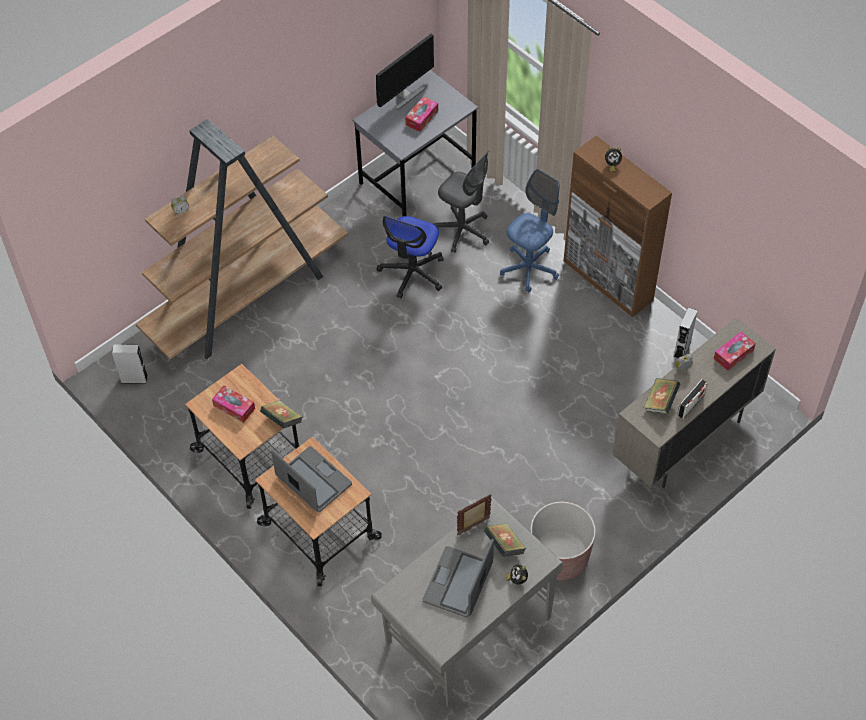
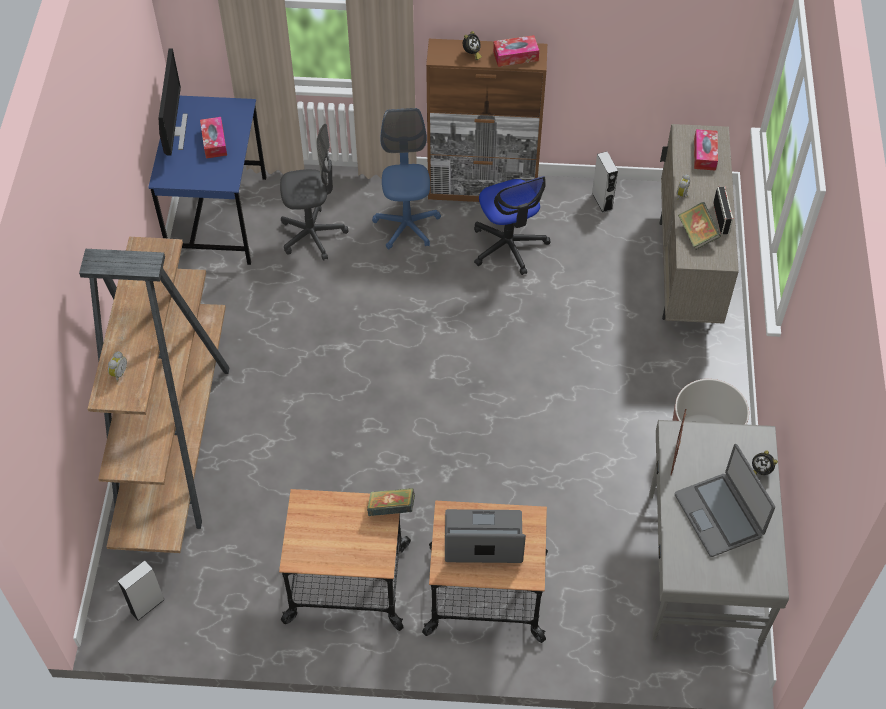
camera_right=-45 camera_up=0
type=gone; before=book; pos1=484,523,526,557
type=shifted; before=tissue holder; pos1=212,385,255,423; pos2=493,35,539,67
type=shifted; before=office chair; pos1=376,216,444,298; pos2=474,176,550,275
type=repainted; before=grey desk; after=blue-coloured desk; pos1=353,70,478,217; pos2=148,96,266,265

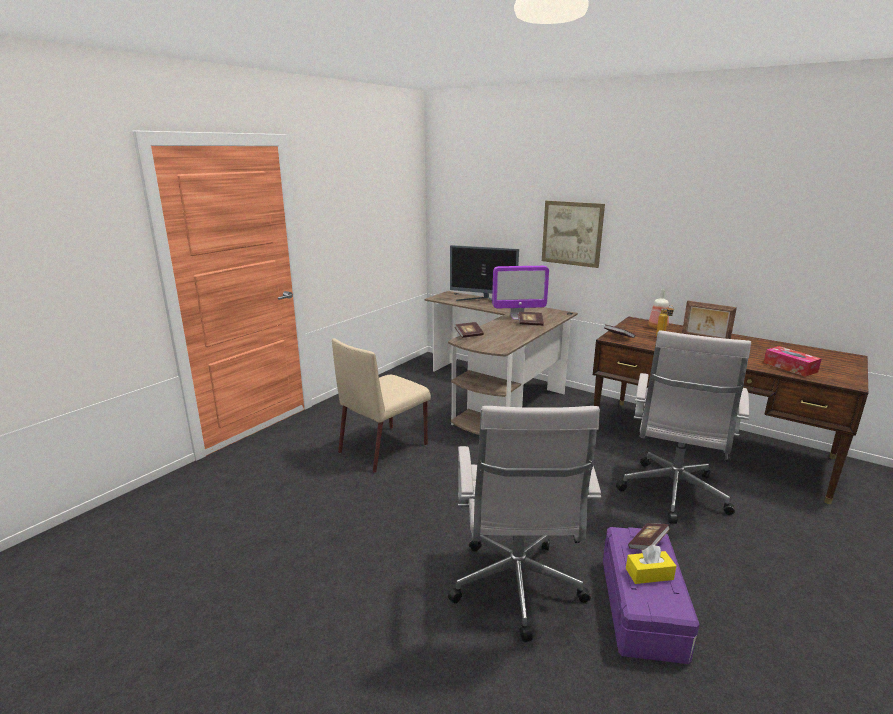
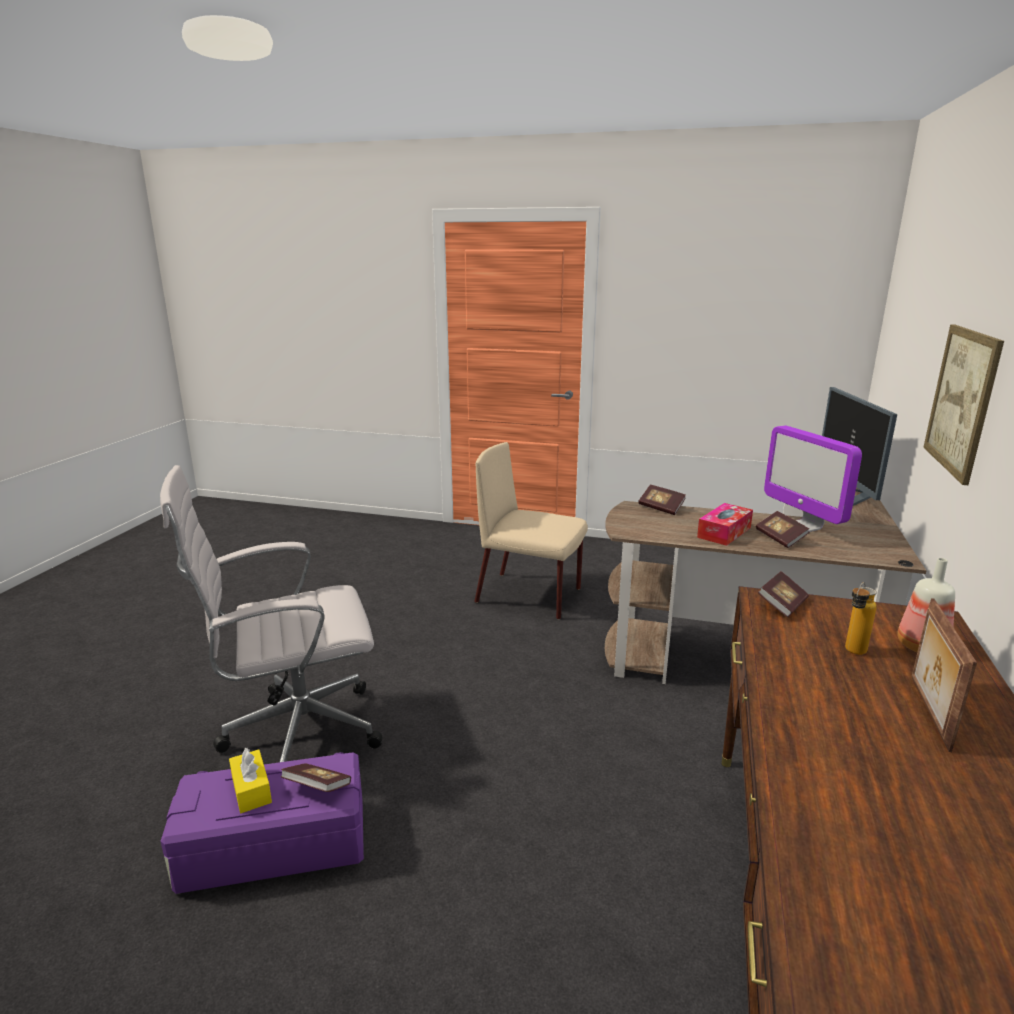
camera_right=70 camera_up=0
type=gone; before=white-coloured office chair; pos1=616,330,751,524
type=shifted; before=tissue holder; pos1=763,346,822,377; pos2=697,503,753,546

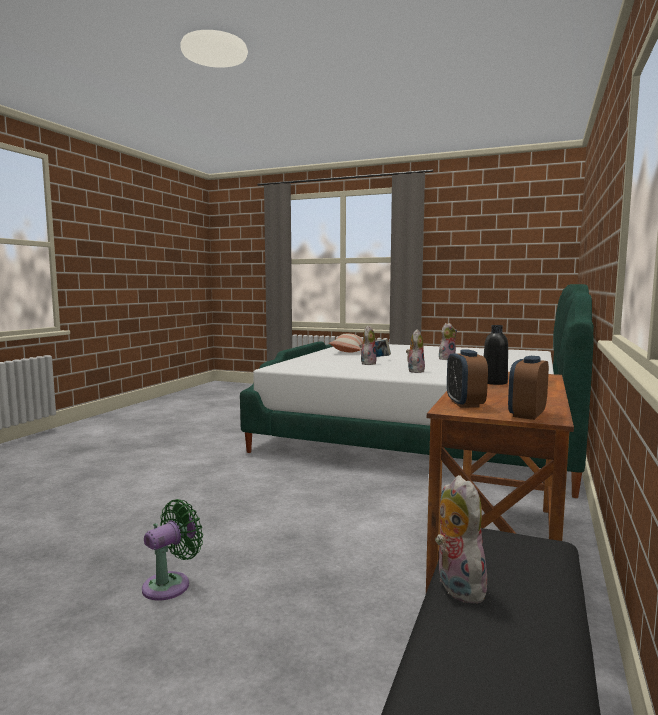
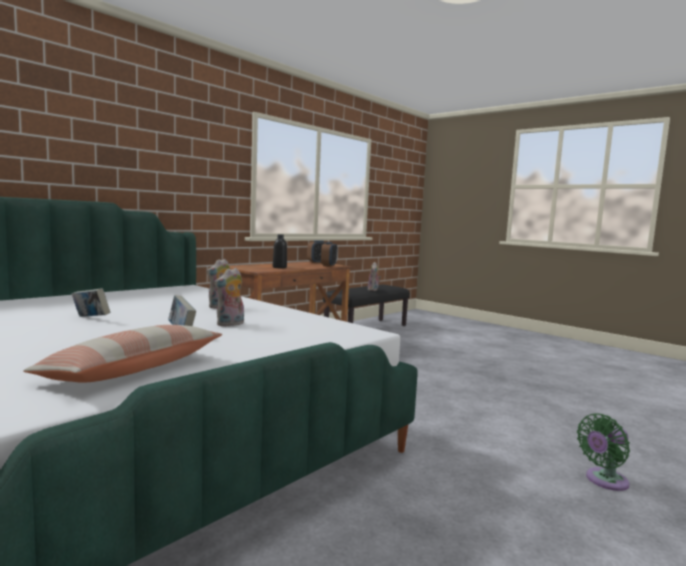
camera_right=-160 camera_up=0
type=shifted; before=green-coloured cooling fan; pos1=142,499,203,601; pos2=577,413,630,491
type=swapped; before=plush toy; after=book; pos1=439,323,457,360; pos2=72,288,110,317

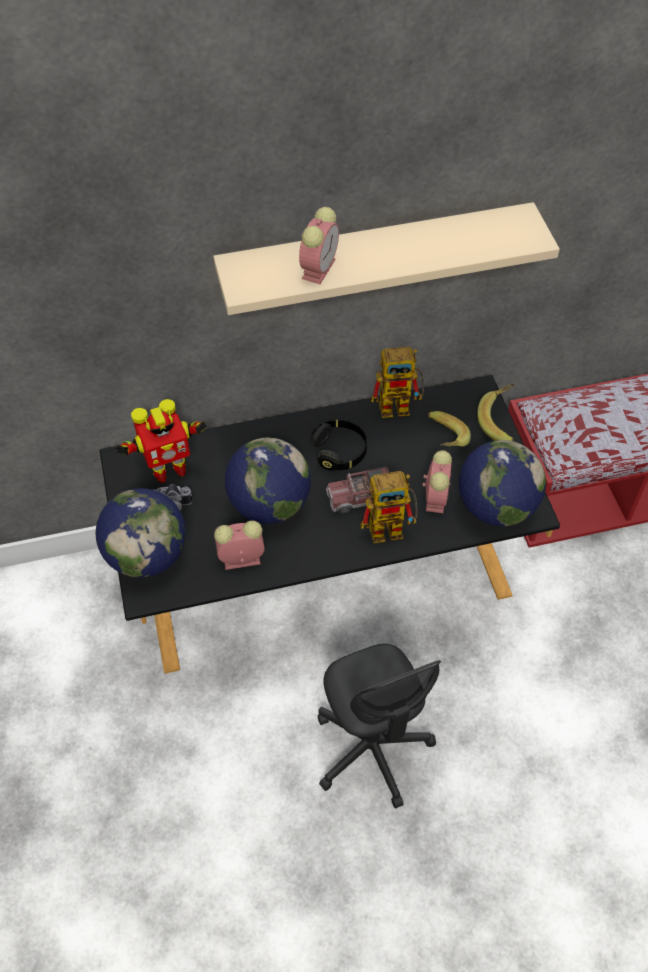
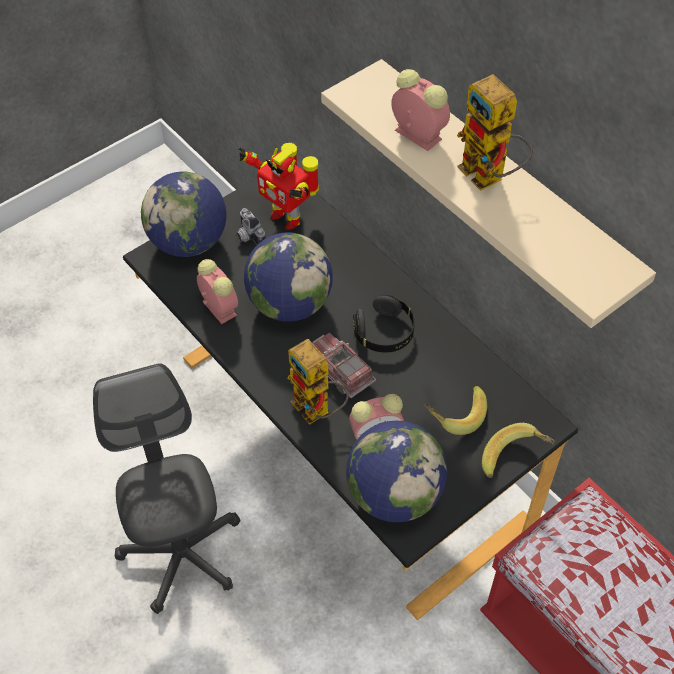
camera_right=65 camera_up=0
type=shifted; before=toy robot; pos1=371,347,424,418; pos2=457,74,533,191
type=rotated; before=alarm clock; pos1=299,207,339,284; pos2=391,69,450,151; turn=-135
type=rotated; before=grey office chair; pos1=318,644,441,809; pos2=93,363,240,614; turn=120

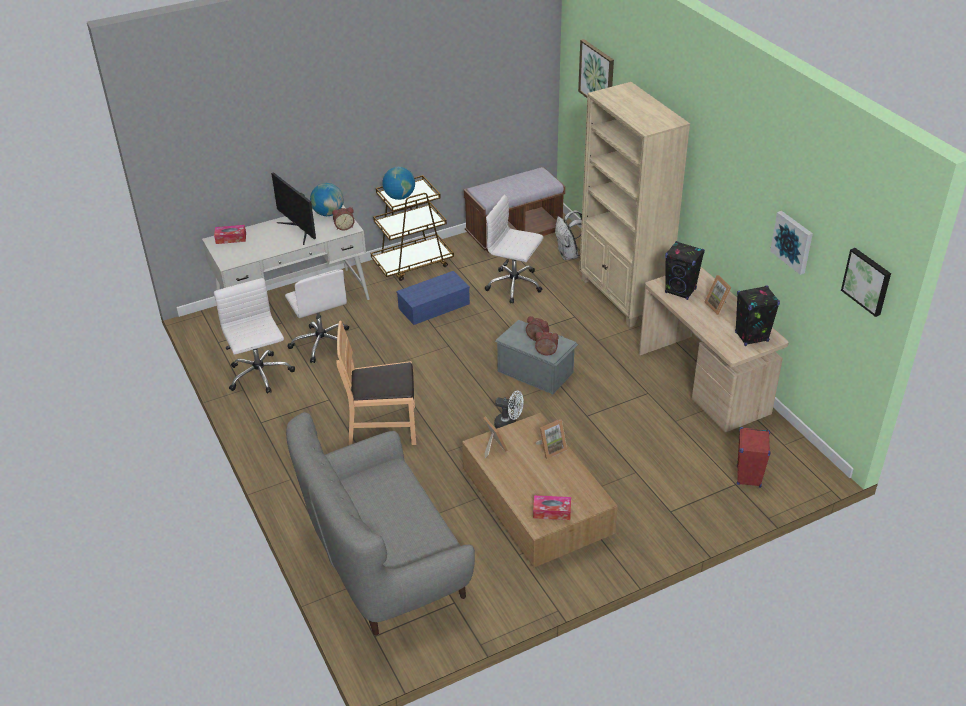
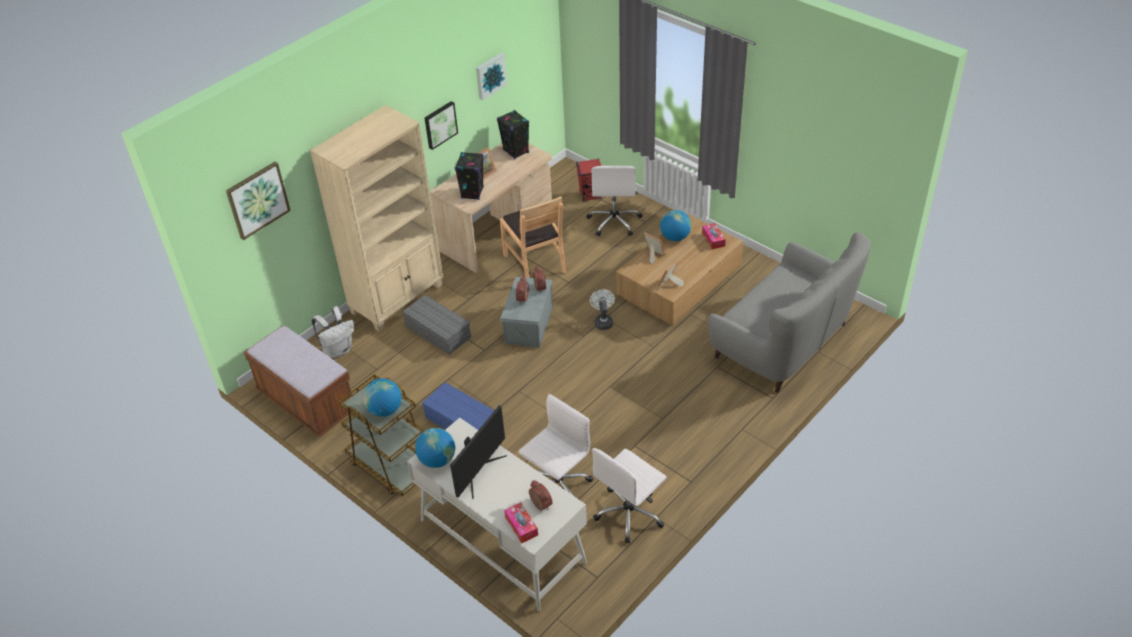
camera_right=-110 camera_up=5
type=new; after=grey storage bin; pos2=402,295,471,355
type=new; after=desk globe; pos2=660,210,691,241
type=shifted; before=alarm clock; pos1=332,207,355,230; pos2=529,480,553,511
type=shifted; before=brownish chair; pos1=337,320,416,445; pos2=500,196,566,278
type=shifted; before=white-coloured office chair; pos1=485,195,543,304; pos2=586,166,642,236
type=shifted; before=wall art; pos1=841,248,891,317; pos2=425,101,458,150

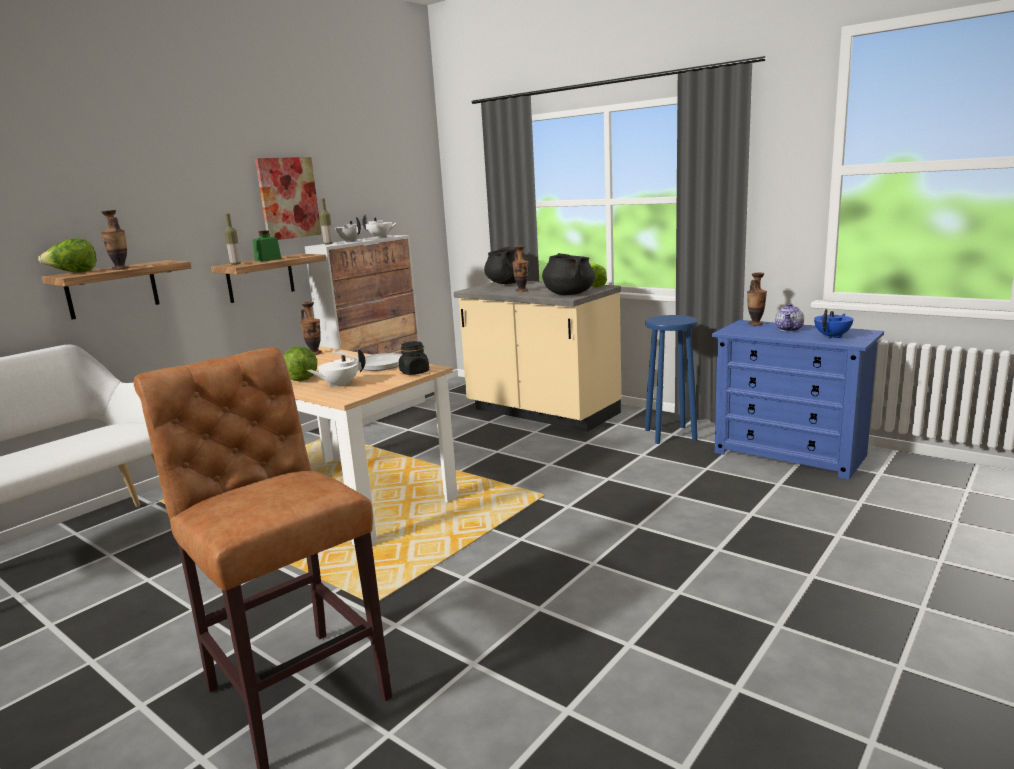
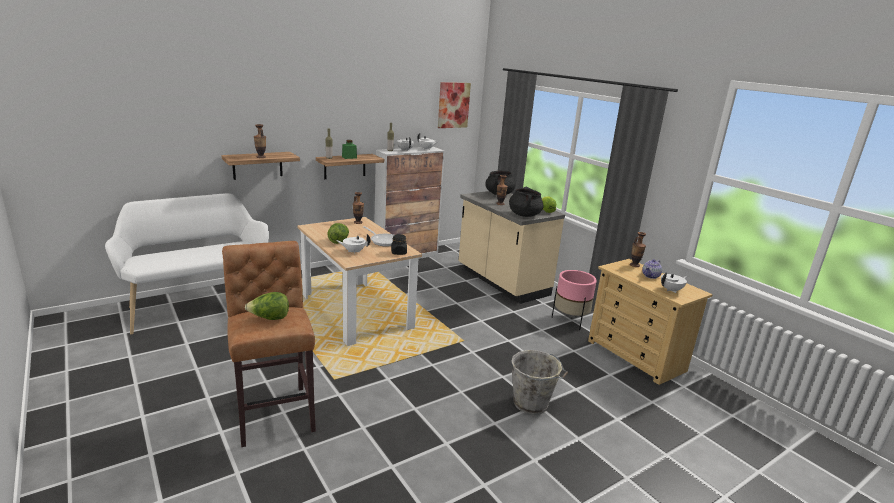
camera_right=15 camera_up=5
type=new; after=grey bucket; pos2=511,350,568,415
type=shifted; before=head of lettuce; pos1=38,238,97,273; pos2=245,292,289,320
type=shifted; before=wall art; pos1=255,157,321,240; pos2=438,82,471,128
type=swapped; before=blue-coloured stool; after=pink flower pot; pos1=645,315,698,444; pos2=552,270,597,330
type=repainted; before=blue-coloured chest of drawers; after=sand-coloured chest of drawers; pos1=712,320,884,480; pos2=588,259,713,385
type=repainted; before=blue-coloured tea pot; after=white-coloured tea pot; pos1=814,309,853,339; pos2=661,272,687,293

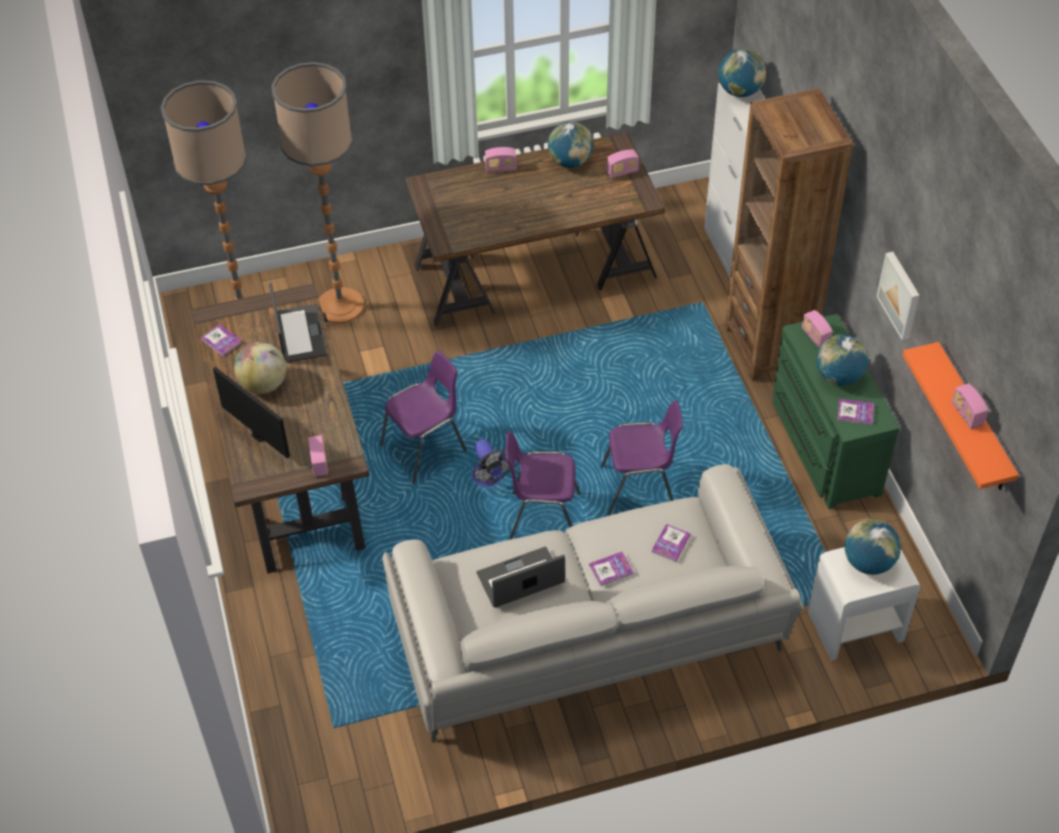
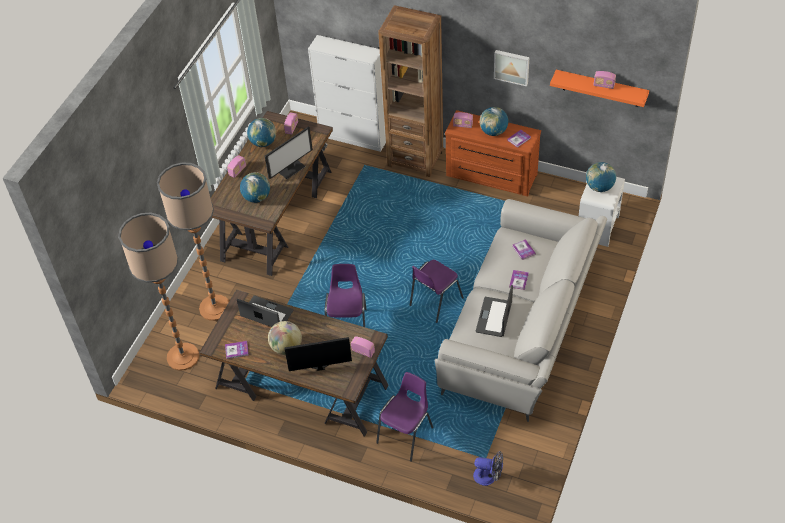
camera_right=-50 camera_up=0
type=new; after=computer display; pos2=265,126,313,179
type=shifted; before=cooling fan; pos1=472,439,510,487; pos2=473,451,503,486
type=shifted; before=purple-coloured chair; pos1=600,400,683,515; pos2=376,372,434,462
type=shifted; before=desk globe; pos1=718,48,766,97; pos2=240,172,270,203
type=repainted; before=green-coloured chest of drawers; after=brownish chest of drawers; pos1=773,314,900,509; pos2=445,110,541,196

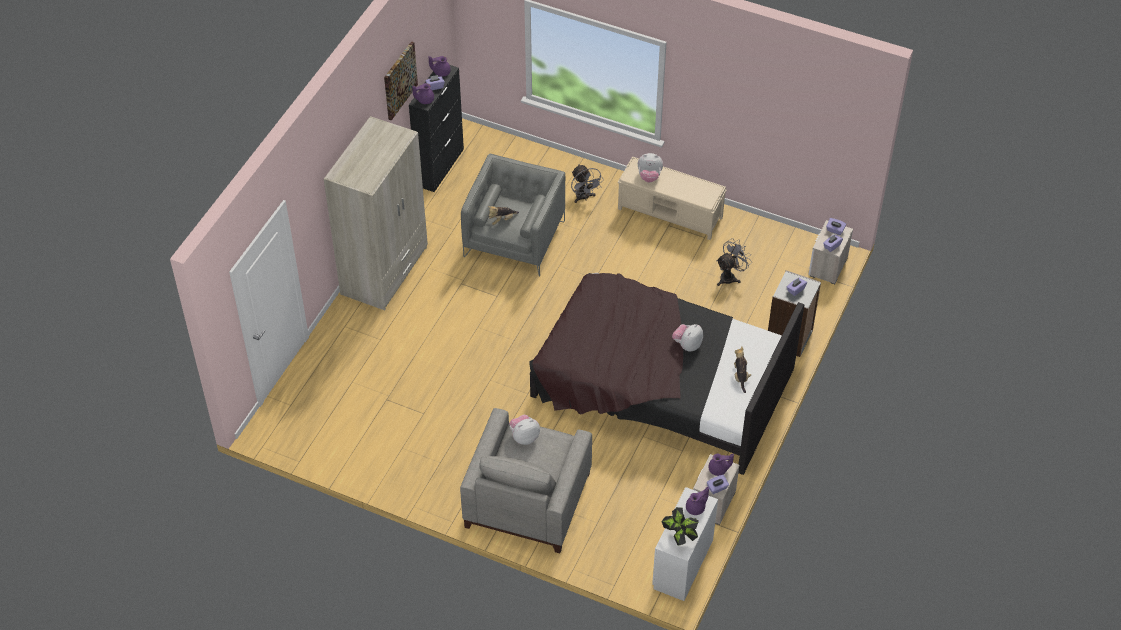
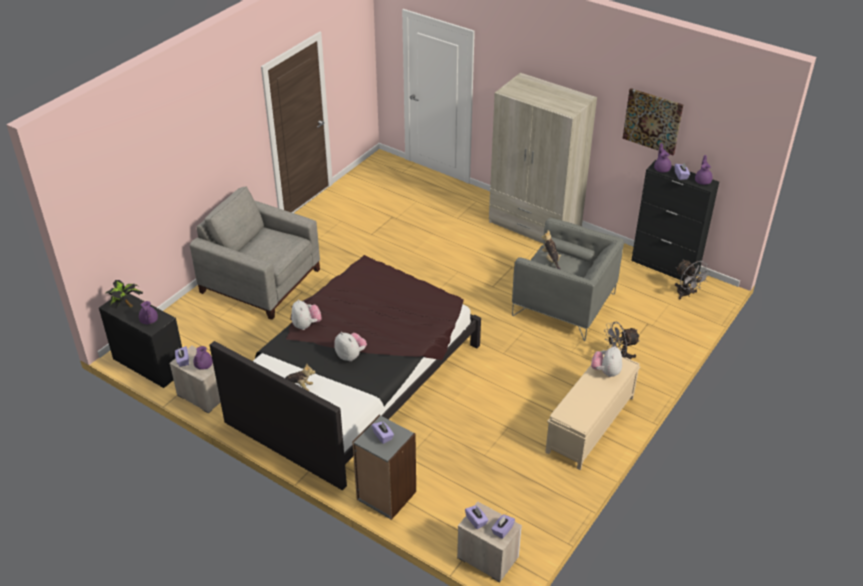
camera_right=100 camera_up=-10
type=shifted; before=plush toy; pos1=509,415,540,445; pos2=291,299,322,330
type=shifted; before=grey cooling fan; pos1=717,238,752,286; pos2=675,259,711,300
type=repainted; before=white-coloured chest of drawers; after=black-coloured chest of drawers; pos1=652,487,718,601; pos2=99,293,182,388

